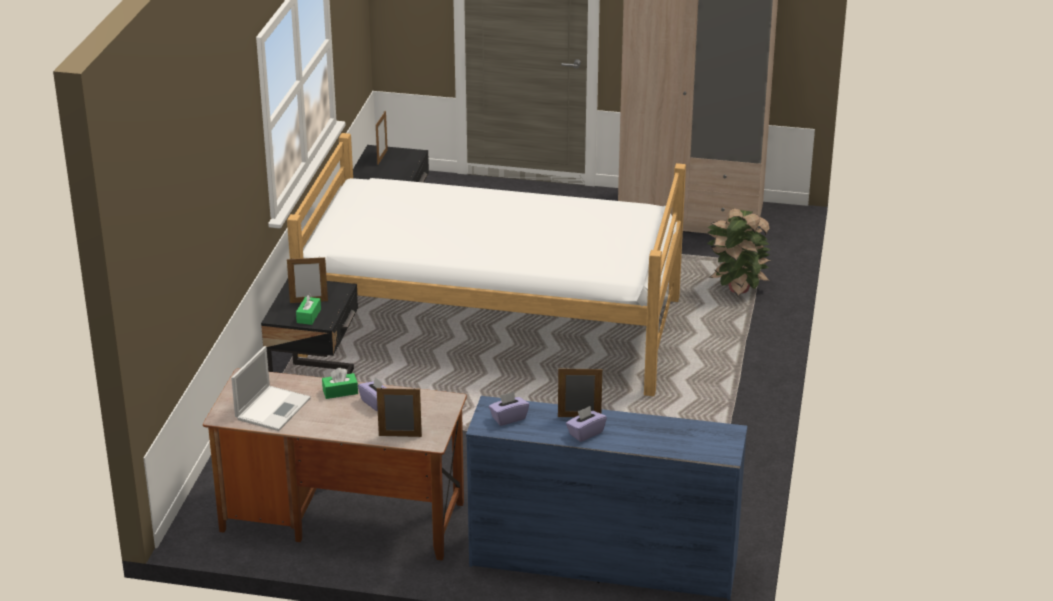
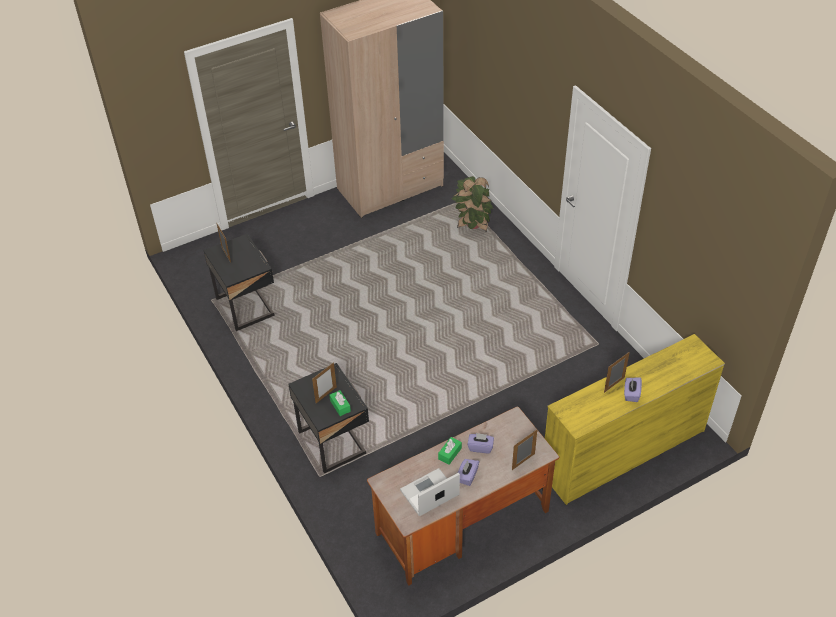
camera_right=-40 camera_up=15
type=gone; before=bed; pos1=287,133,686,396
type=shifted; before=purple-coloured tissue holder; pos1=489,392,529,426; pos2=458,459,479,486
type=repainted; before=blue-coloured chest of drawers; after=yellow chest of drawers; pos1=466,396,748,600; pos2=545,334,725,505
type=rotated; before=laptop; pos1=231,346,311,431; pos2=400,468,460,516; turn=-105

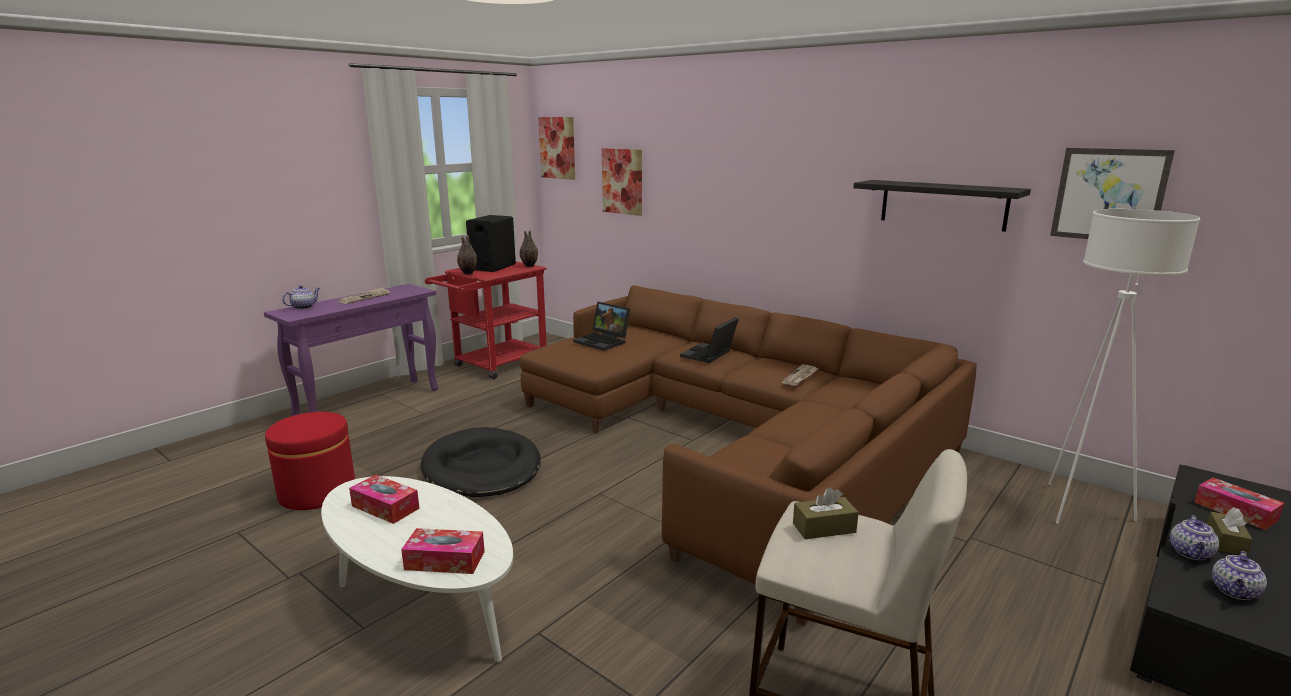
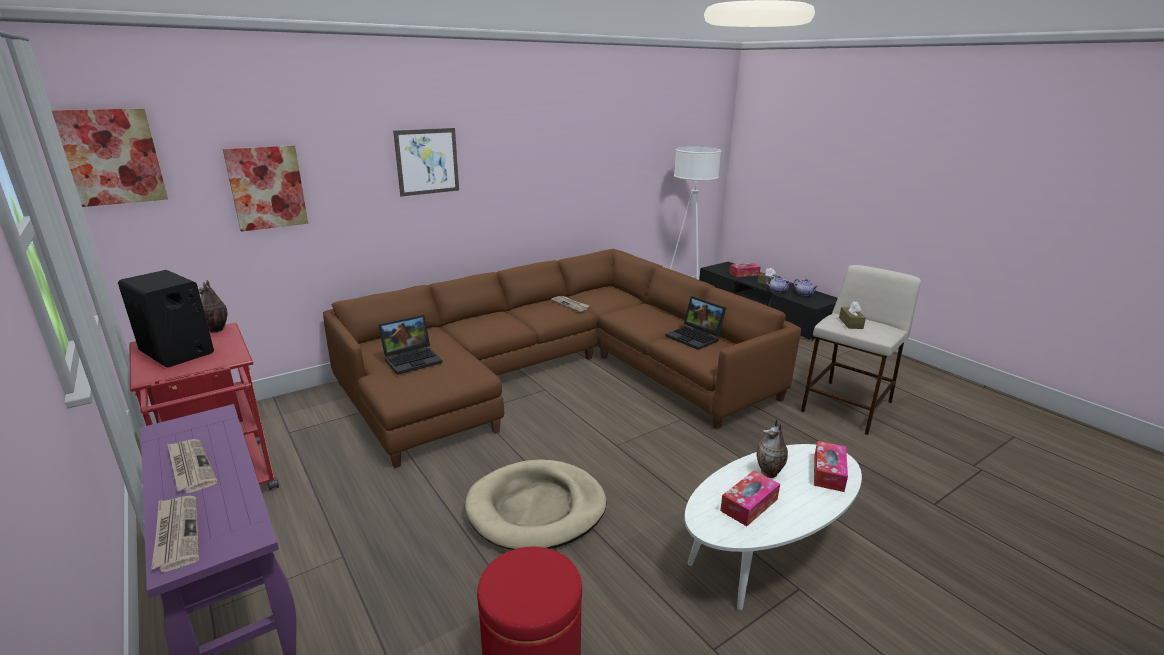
camera_right=-75 camera_up=5
type=gone; before=black-coloured bracket shelf; pos1=853,180,1031,232
type=shifted; before=vase; pos1=457,235,477,275; pos2=757,419,788,478
type=shifted; before=laptop; pos1=680,317,739,363; pos2=665,296,726,350
type=shifted; before=wall art; pos1=1050,148,1175,239; pos2=393,128,459,196
type=swapped; before=tea pot; after=daily paper; pos1=282,285,320,309; pos2=151,495,199,572
type=repainted; before=black-coloured dog cushion; after=sand-coloured dog cushion; pos1=421,427,541,497; pos2=465,459,606,550

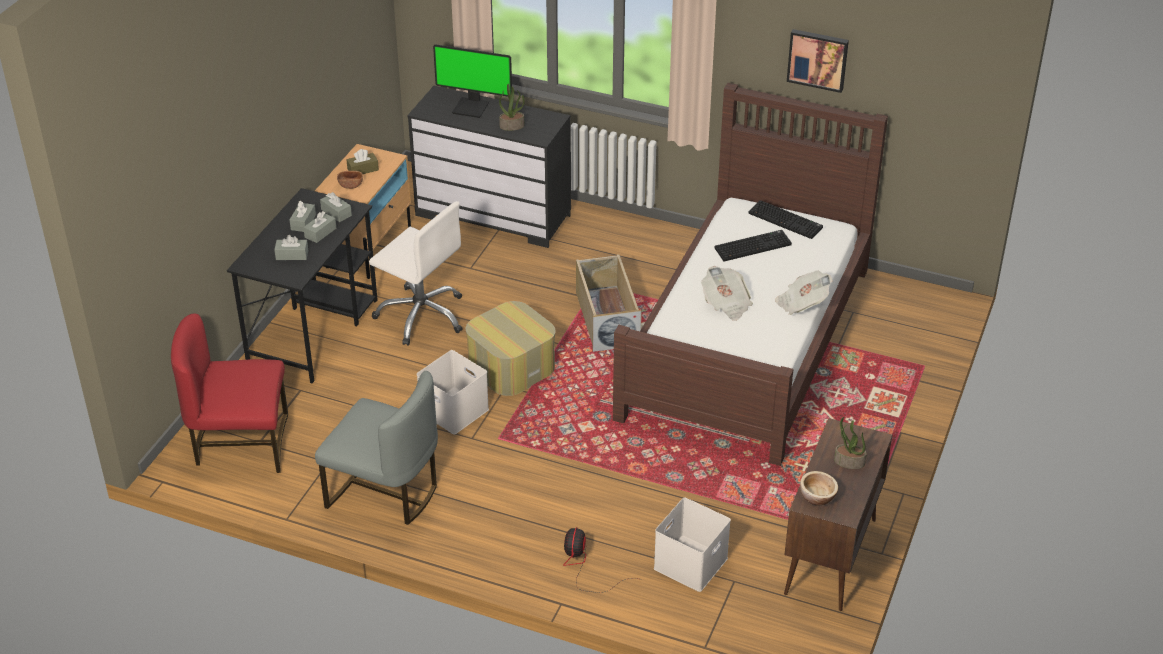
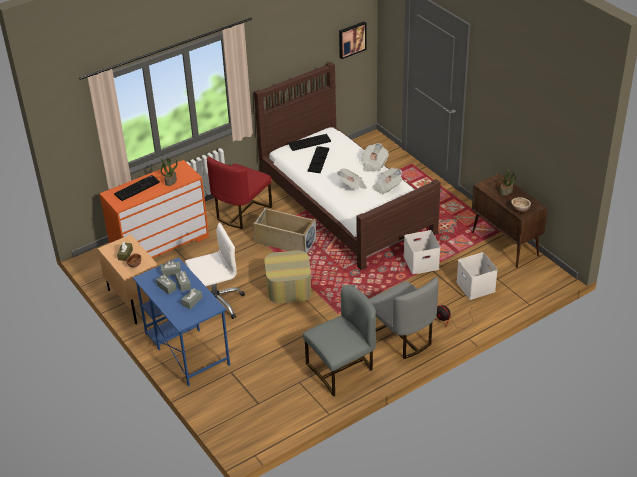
camera_right=-55 camera_up=0
type=new; after=grey chair; pos2=369,277,438,359
type=new; after=daily paper; pos2=372,168,402,195
type=shifted; before=red chair; pos1=171,314,288,473; pos2=207,157,272,229
type=shifted; before=white-coloured storage bin; pos1=417,350,489,434; pos2=404,230,440,274
type=shifted; before=wall art; pos1=787,29,849,93; pos2=339,21,367,59
type=swapped; before=computer display; after=PC keyboard; pos1=433,44,512,118; pos2=114,175,160,201
type=repainted; before=black-coloured desk; after=blue-coloured desk; pos1=227,188,378,383; pos2=133,257,230,386
type=repainted; before=black-coloured chest of drawers; after=orange-coloured chest of drawers; pos1=407,86,571,248; pos2=99,160,209,258

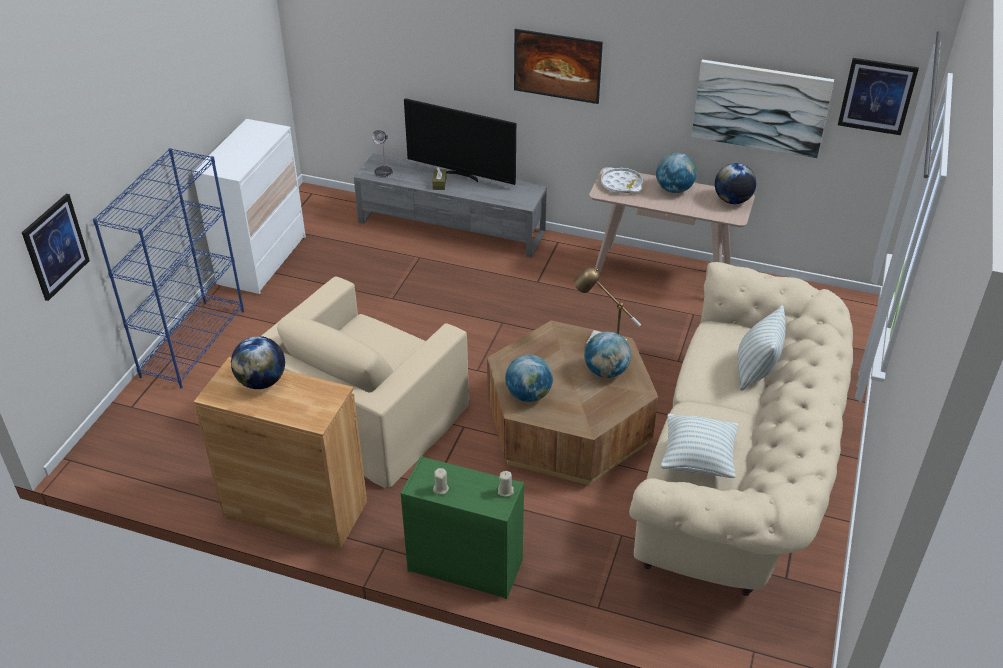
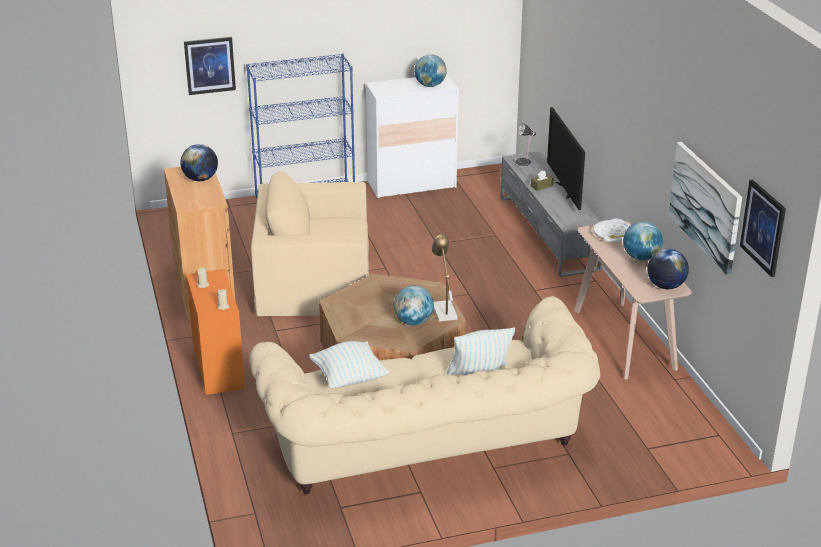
camera_right=55 camera_up=-10
type=gone; before=wall art; pos1=514,29,603,104
type=shifted; before=desk globe; pos1=505,354,553,402; pos2=414,54,447,87
type=repainted; before=green-coloured chest of drawers; after=orange-coloured chest of drawers; pos1=401,456,524,599; pos2=186,269,245,395

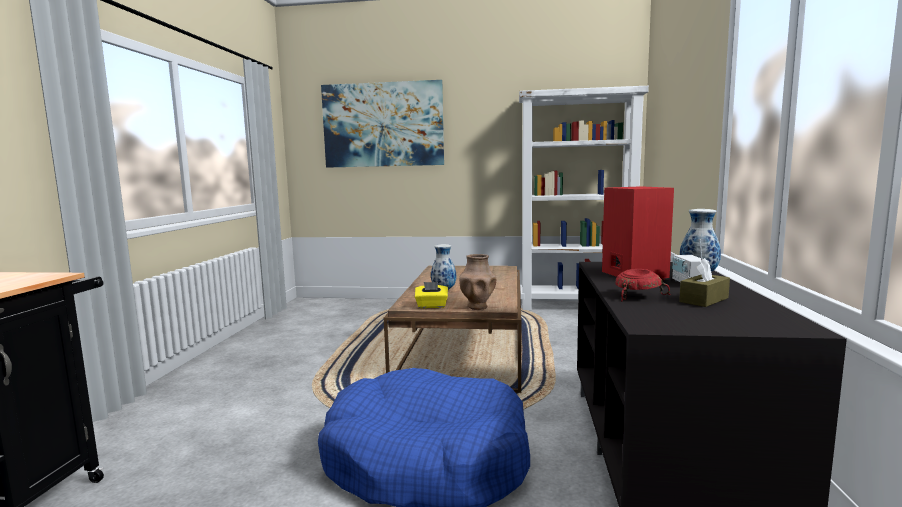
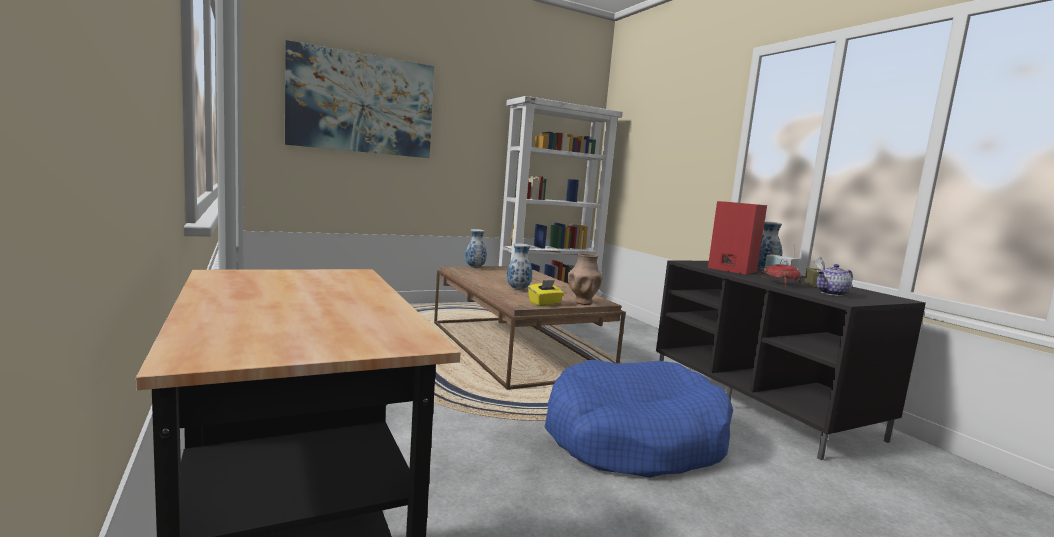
camera_right=-35 camera_up=0
type=new; after=vase; pos2=465,229,487,268
type=new; after=tea pot; pos2=817,264,853,296

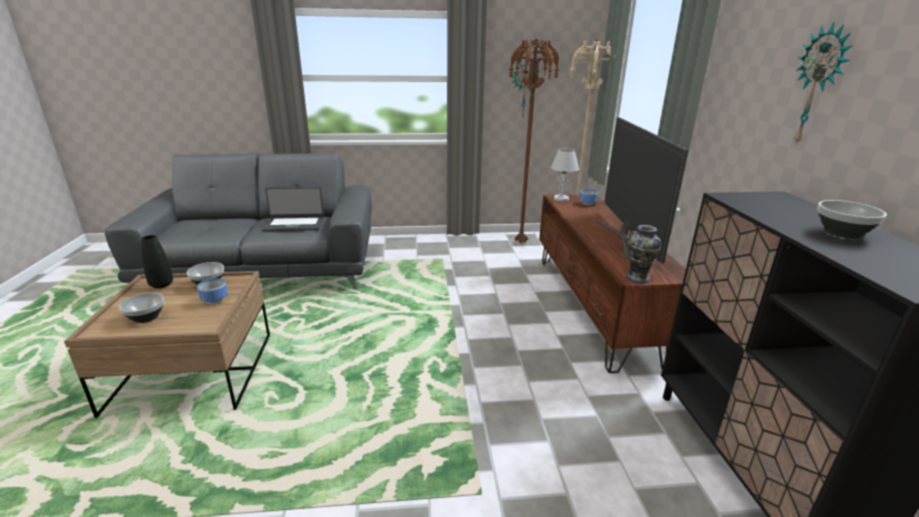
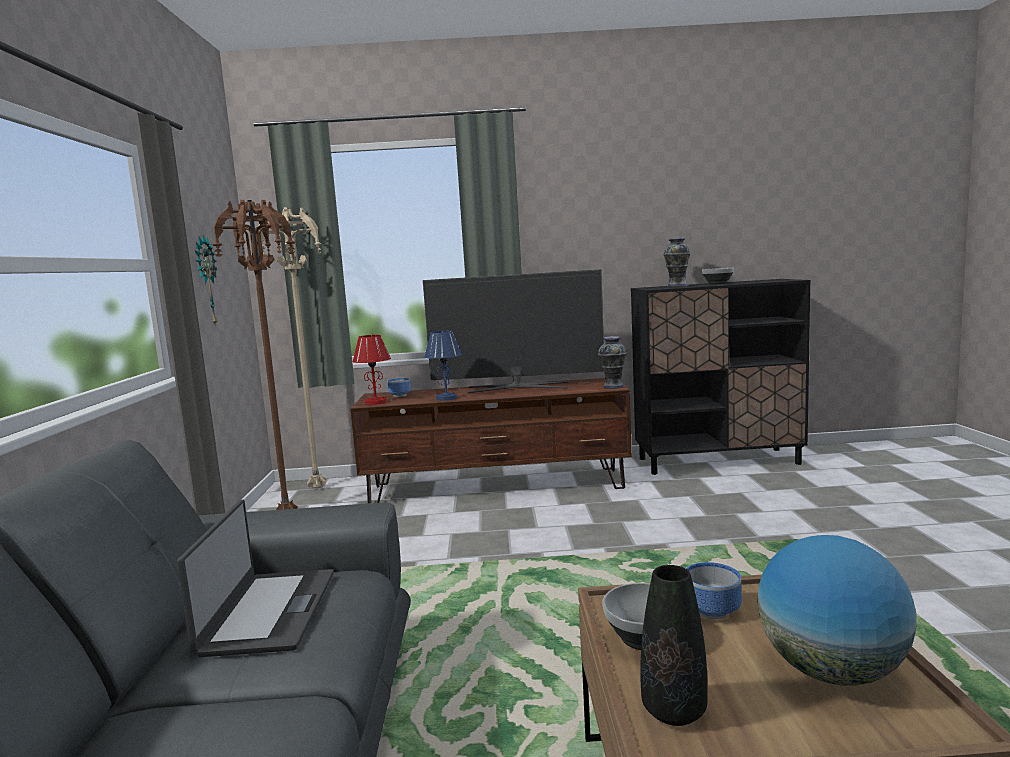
camera_right=-85 camera_up=-15
type=gone; before=clock on the wall; pos1=794,22,853,146
type=new; after=blue-coloured table lamp; pos2=425,330,462,401
type=new; after=vase; pos2=664,238,691,287
type=swapped; before=deep dish; after=desk globe; pos1=119,293,164,323; pos2=757,535,917,686
type=repainted; before=white-coloured table lamp; after=red table lamp; pos1=551,149,579,202; pos2=353,335,391,405

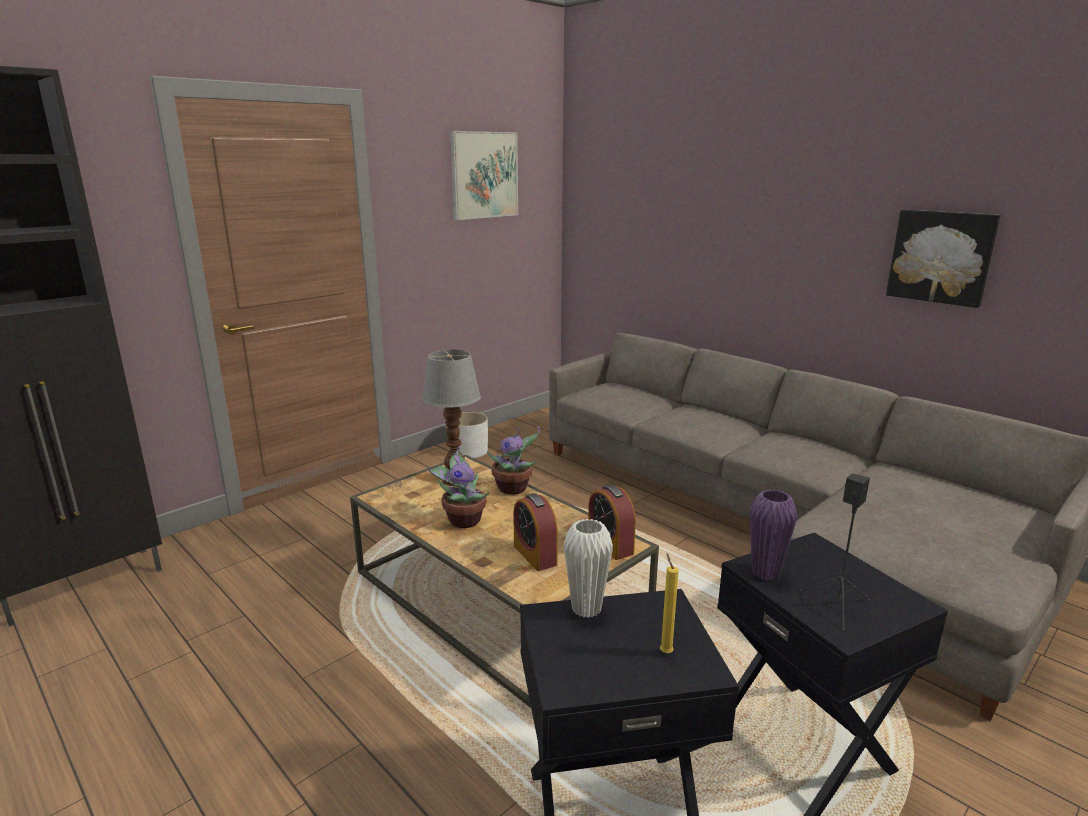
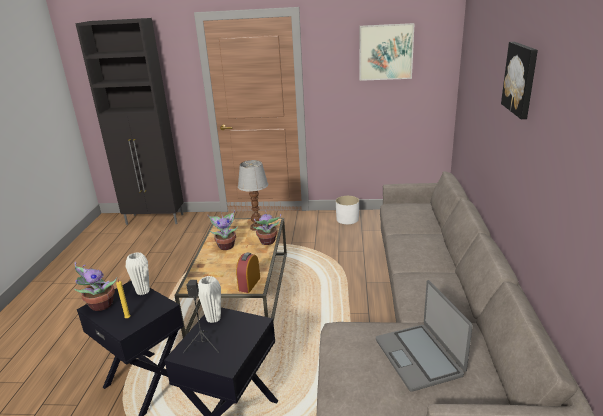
camera_right=50 camera_up=5
type=gone; before=alarm clock; pos1=513,493,558,571
type=new; after=potted plant; pos2=74,262,117,311
type=new; after=laptop; pos2=376,280,473,392
type=shifted; before=wall art; pos1=886,210,1000,308; pos2=501,42,538,119
type=repainted; before=purple-coloured vase; after=white-coloured vase; pos1=750,489,797,581; pos2=198,276,221,323

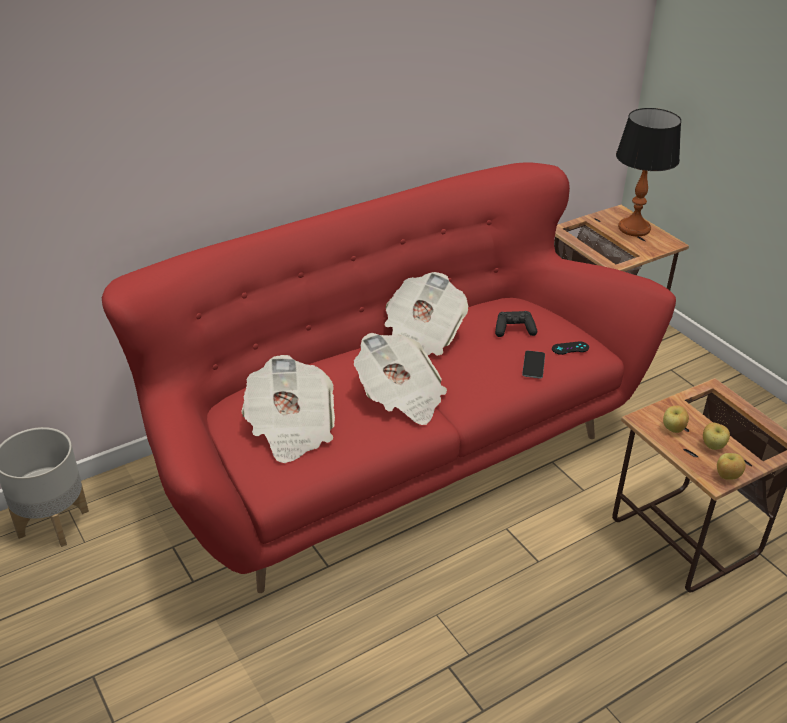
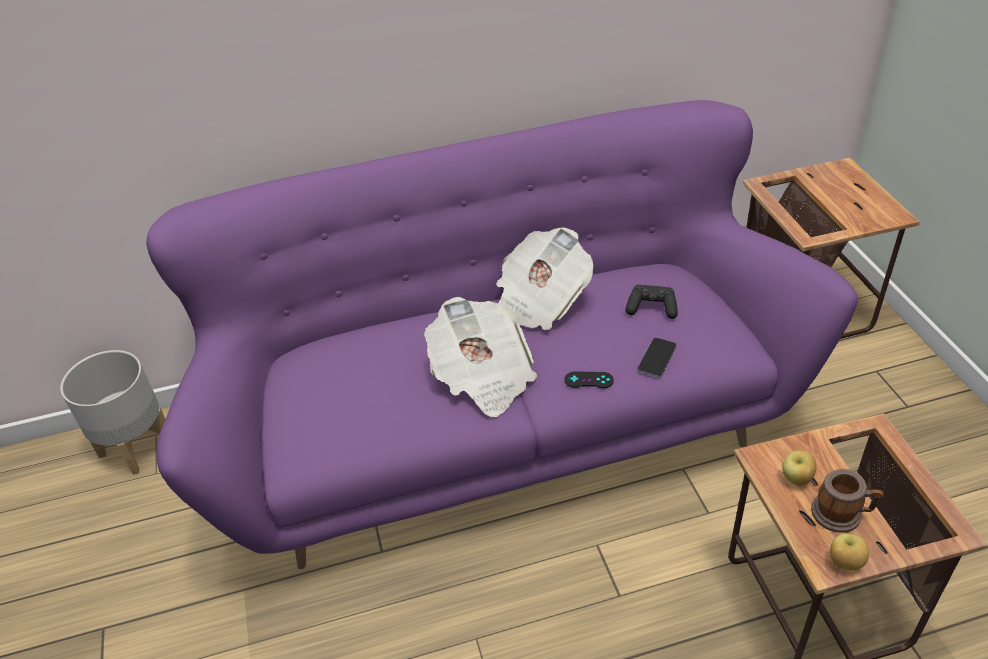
camera_right=20 camera_up=5
type=gone; before=daily paper; pos1=242,355,335,463
type=gone; before=table lamp; pos1=616,108,681,236
type=shifted; before=black-coloured gamepad; pos1=552,341,589,355; pos2=564,371,614,388
type=swapped; before=apple fruit; after=coffee mug; pos1=703,423,730,450; pos2=811,469,884,533
type=repainted; before=red settee; after=purple-coloured settee; pos1=102,162,676,593; pos2=146,100,858,569

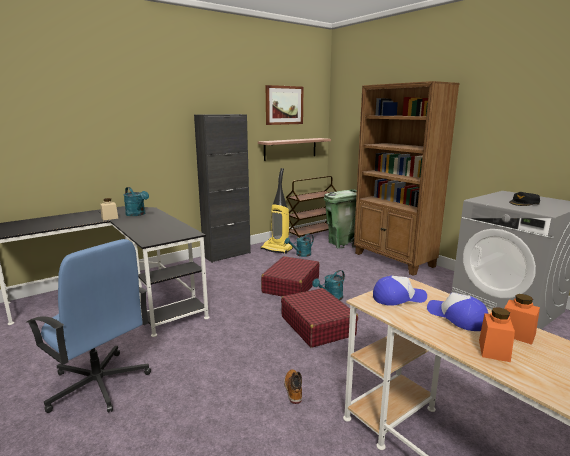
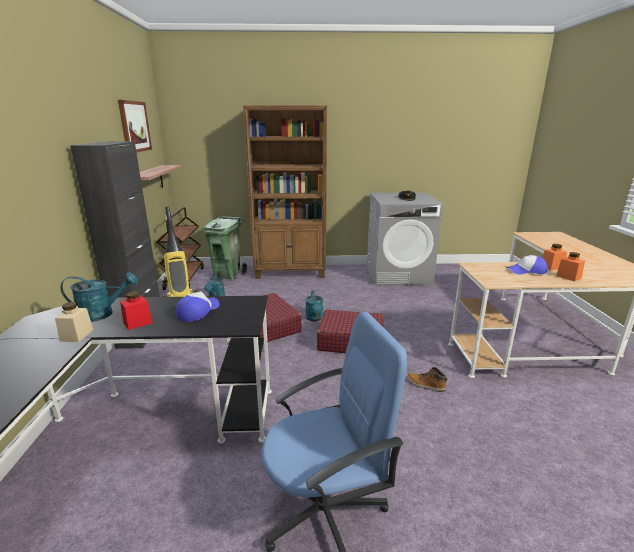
camera_right=-55 camera_up=5
type=new; after=red preserve jar; pos2=120,291,153,330
type=shifted; before=baseball cap; pos1=373,276,427,306; pos2=176,292,220,322

